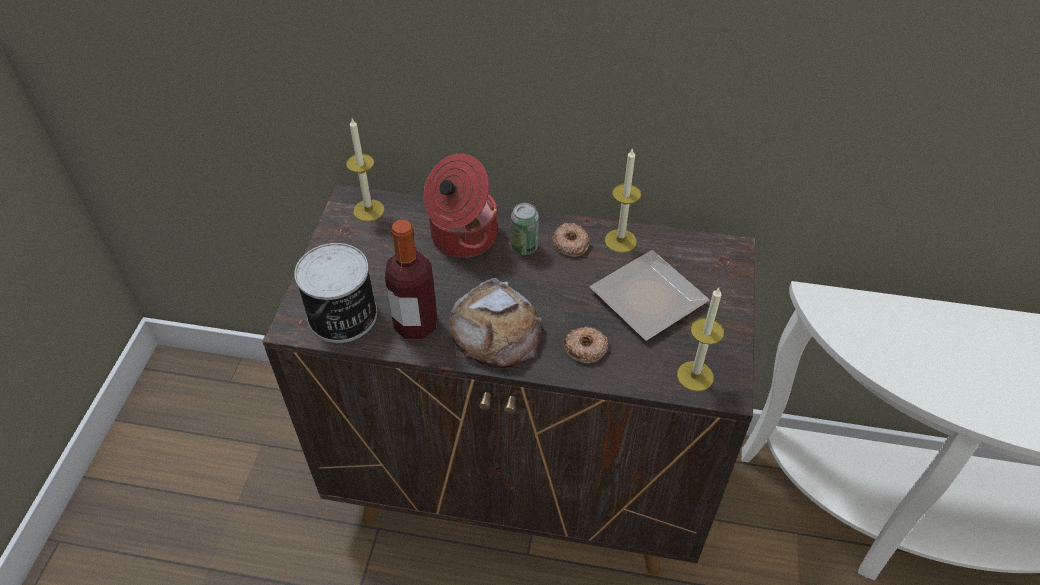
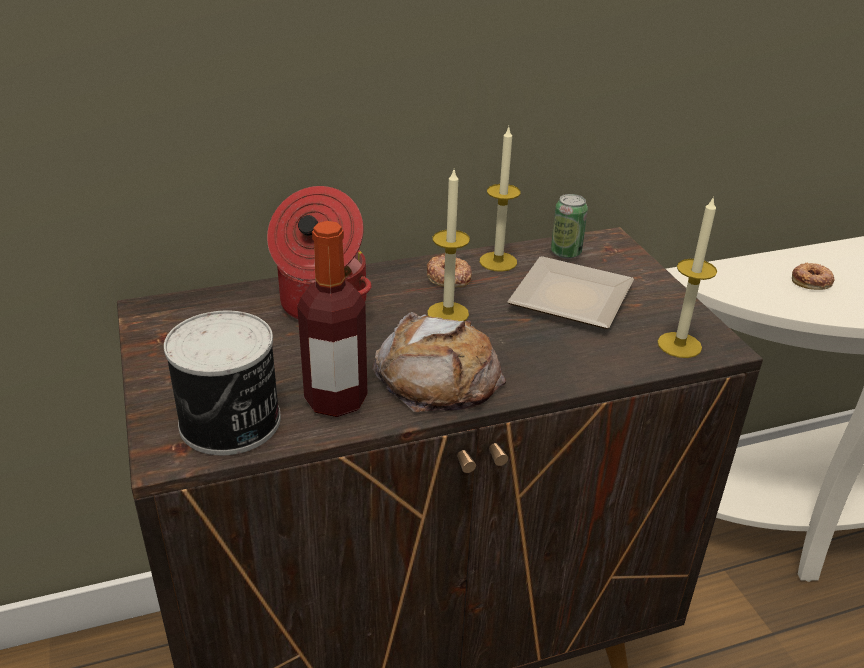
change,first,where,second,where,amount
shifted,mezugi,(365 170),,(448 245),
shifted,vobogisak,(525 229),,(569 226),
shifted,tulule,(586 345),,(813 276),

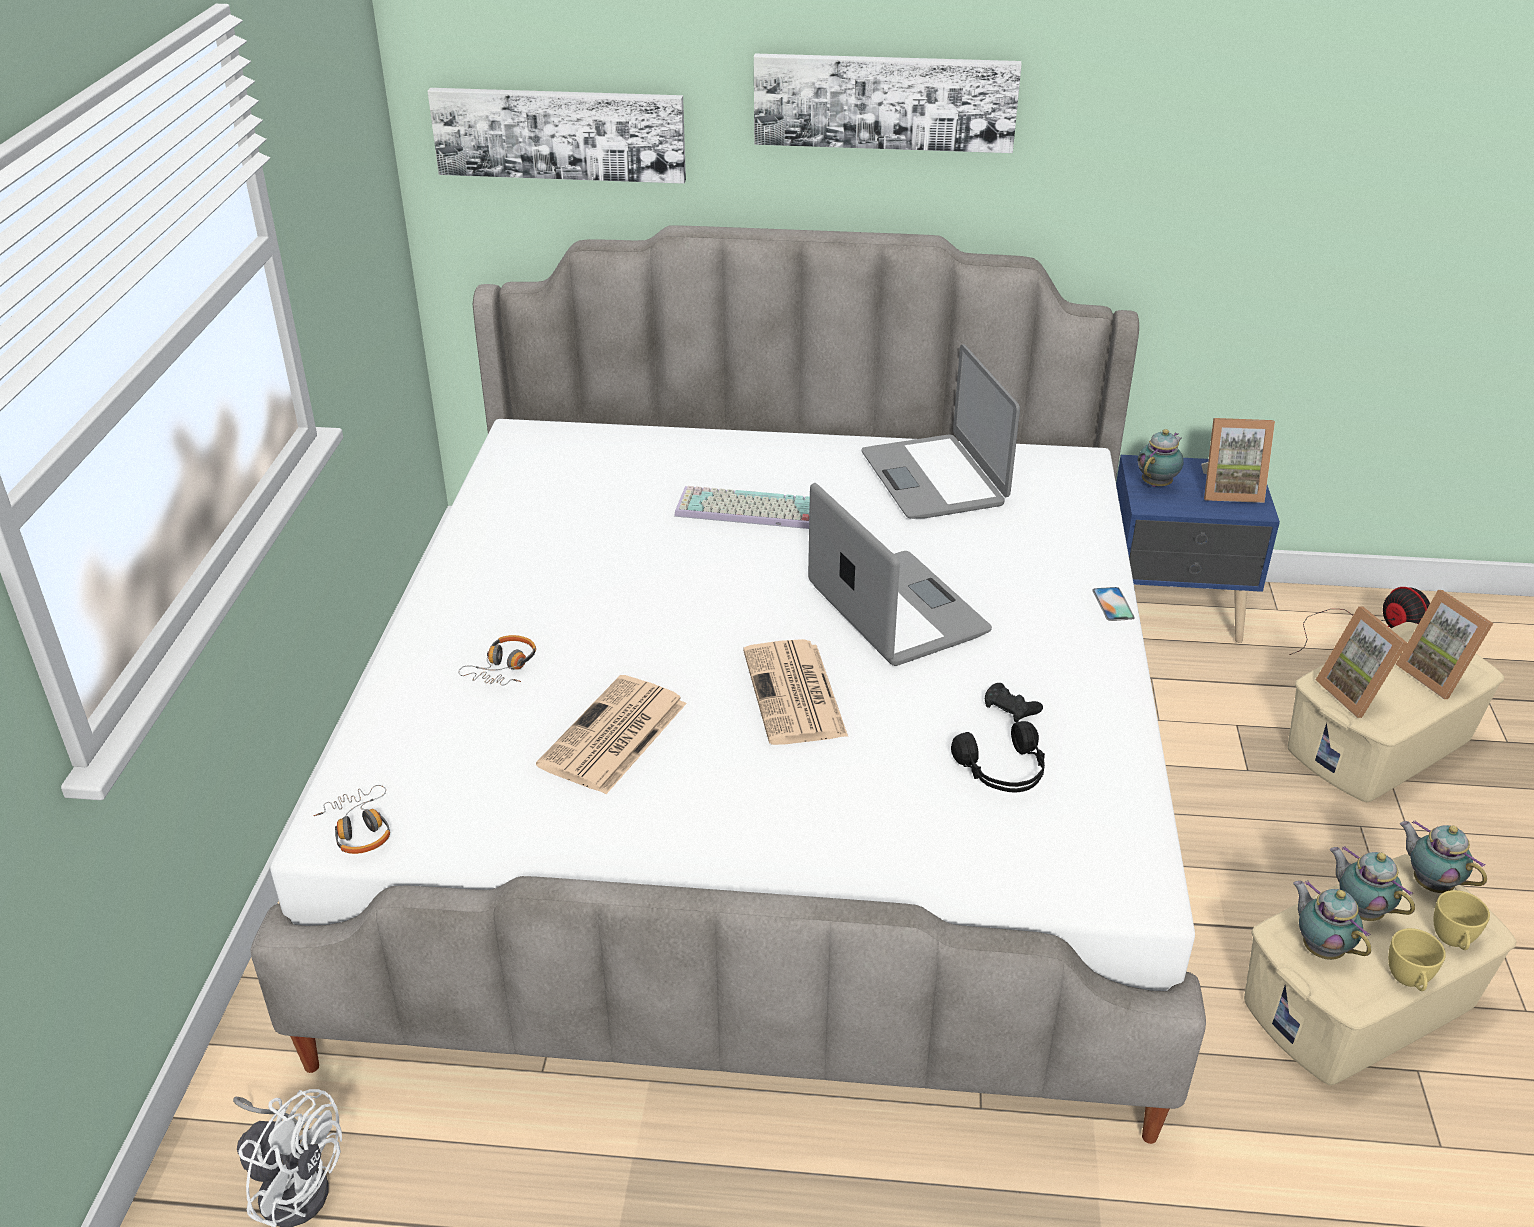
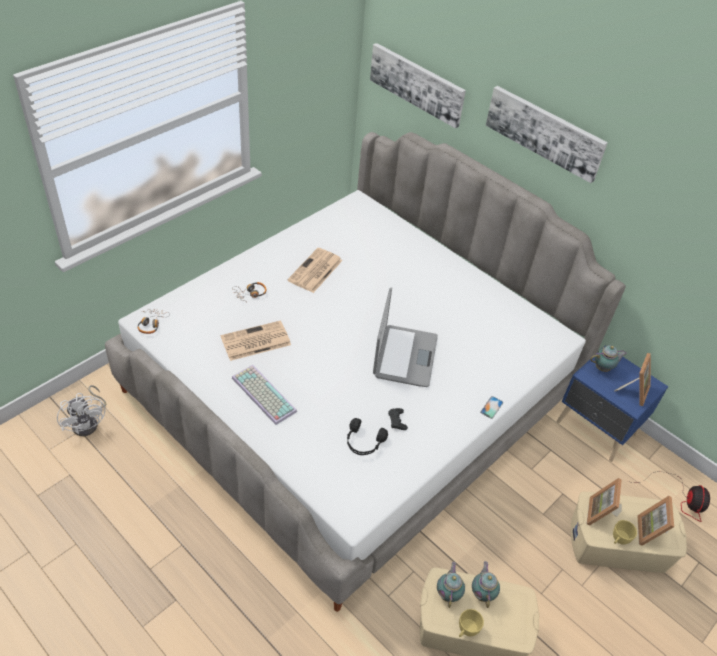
change,first,where,second,where,amount
gone,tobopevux,(940 432),,,
gone,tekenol,(1443 856),,,
shifted,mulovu,(742 507),,(264 395),
shifted,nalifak,(795 692),,(315 270),
shifted,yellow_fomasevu,(1462 920),,(625 532),
rotated,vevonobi,(1238 460),,(632 379),105 degrees counterclockwise

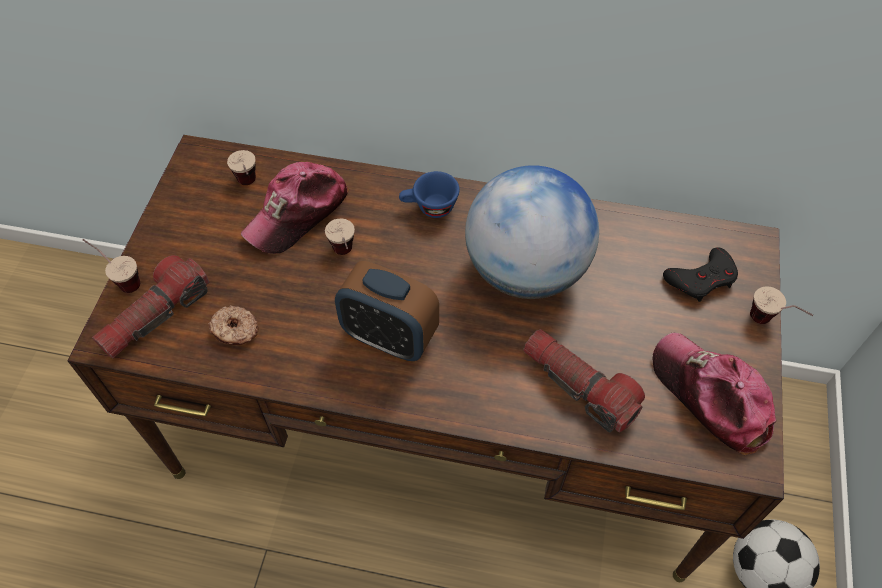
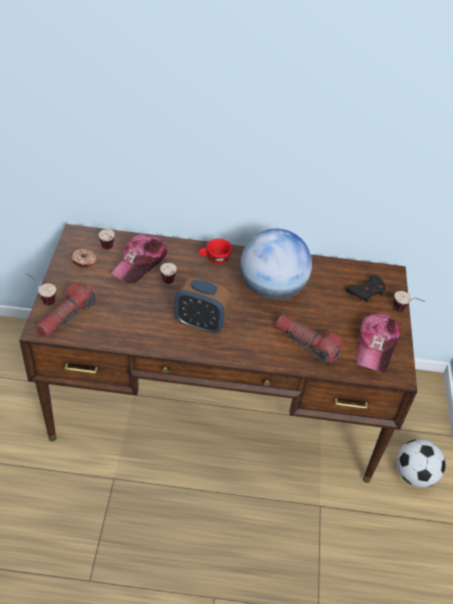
change,first,where,second,where,amount
shifted,tulule,(233 325),,(83 257),
repainted,blue_fomasevu,(429 194),red_fomasevu,(215 251),
rotated,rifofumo,(714 393),,(378 343),120 degrees counterclockwise

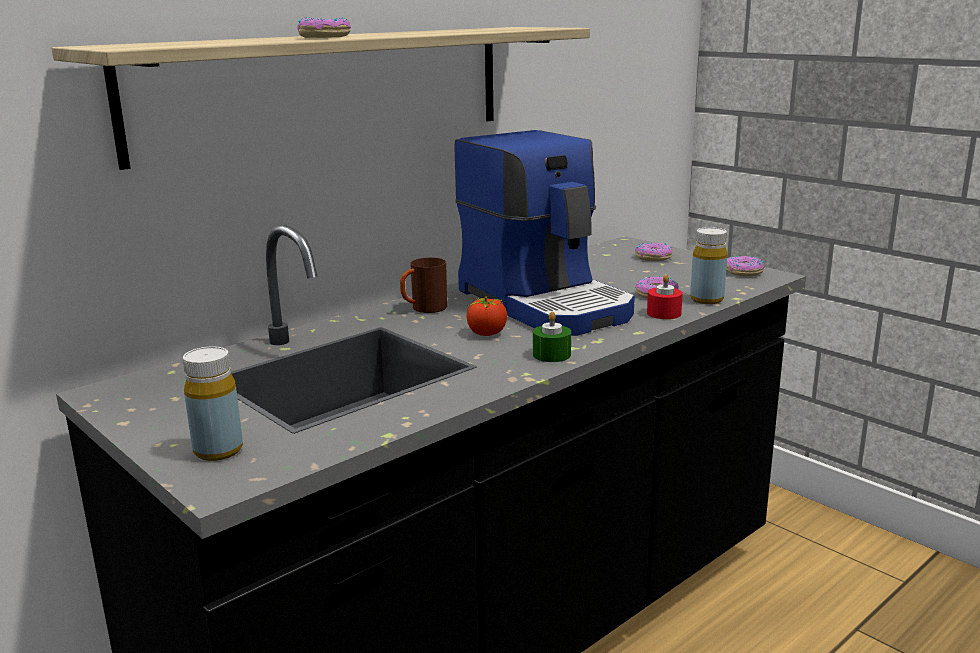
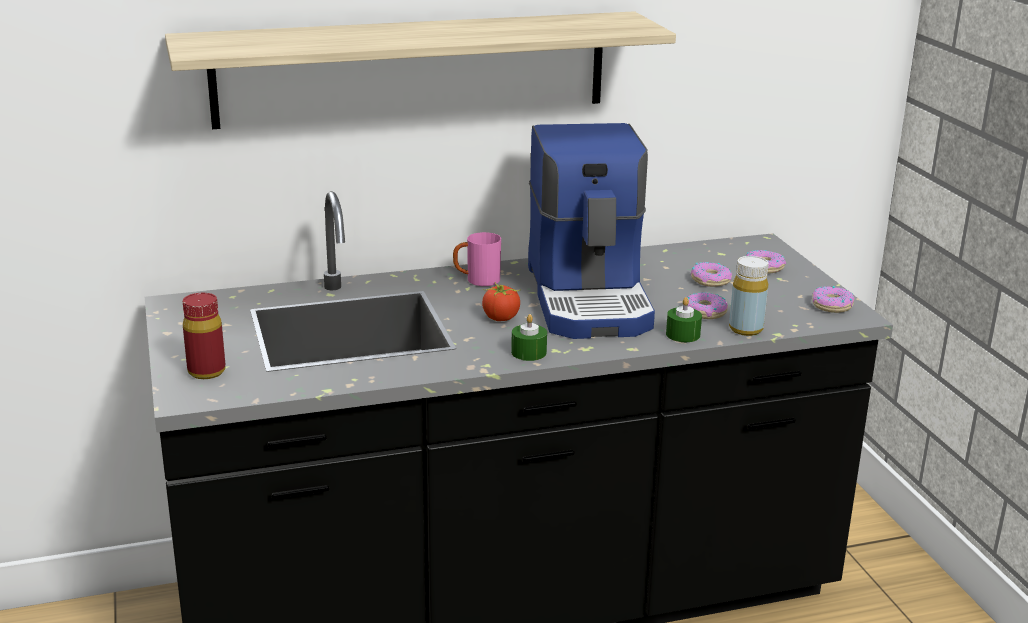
change,first,where,second,where,amount
shifted,tulule,(324 28),,(711 274),
repainted,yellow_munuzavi,(213 404),red_munuzavi,(204 336),
repainted,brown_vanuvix,(423 285),pink_vanuvix,(477 259),
repainted,red_mezugi,(665 296),green_mezugi,(684 319),

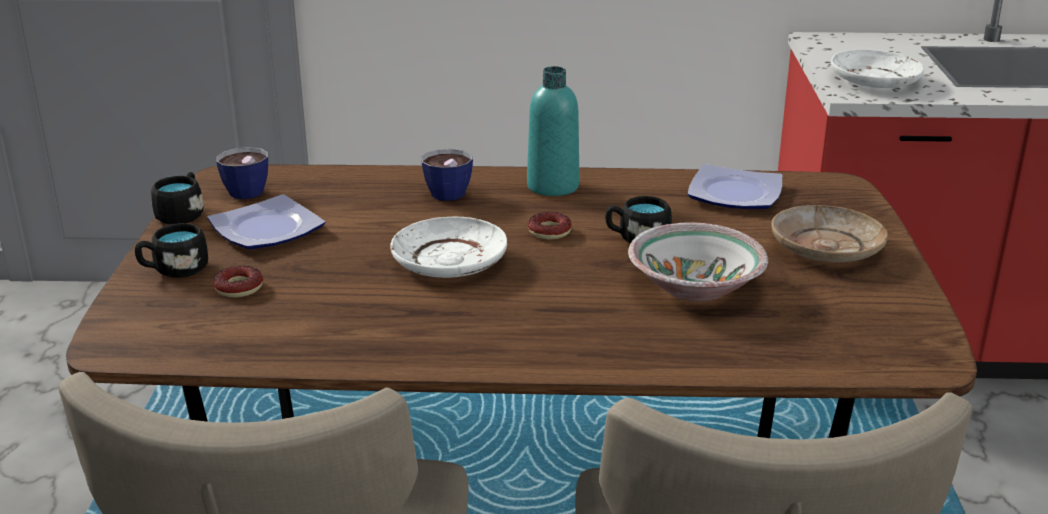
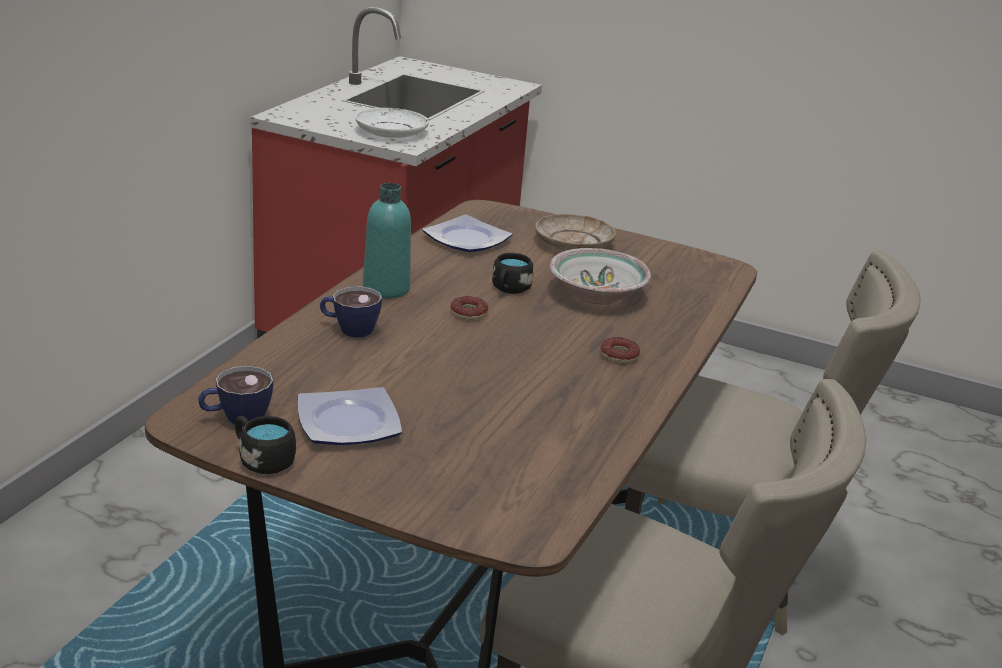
change,first,where,second,where,amount
gone,black_vanuvix,(171 250),,,
gone,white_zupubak,(449 247),,,
shifted,tulule,(238 281),,(620 350),

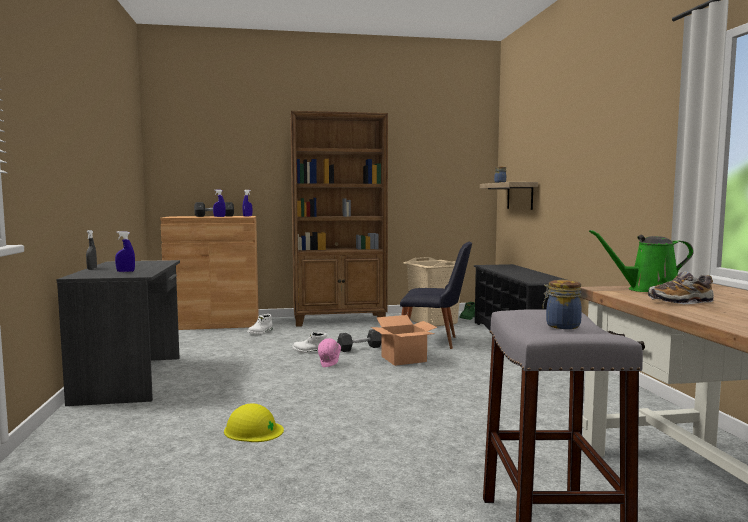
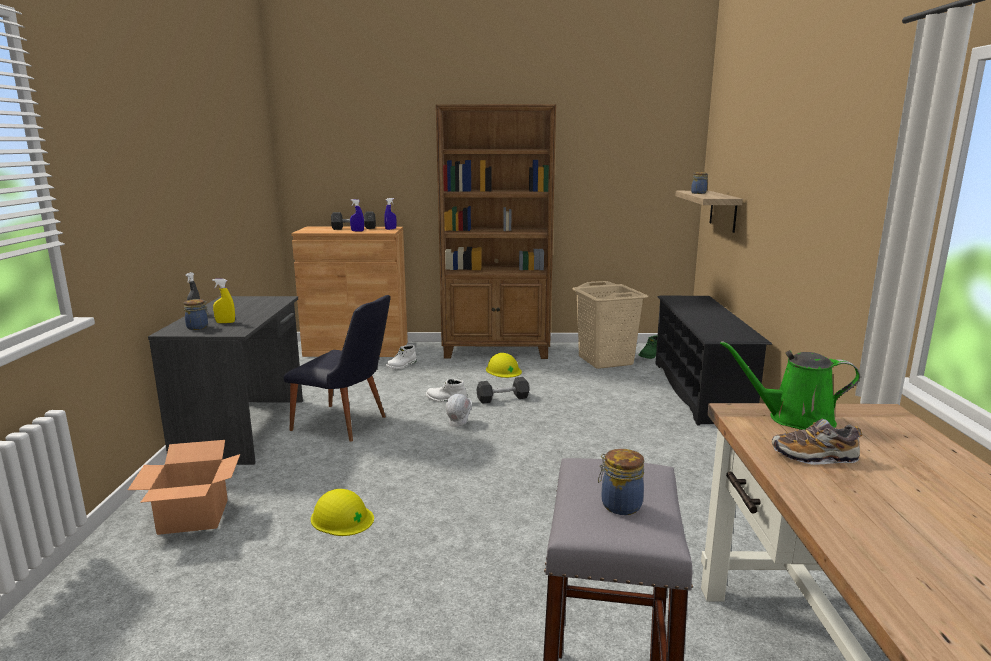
change,first,where,second,where,amount
new,,,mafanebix,(196 314),
new,,,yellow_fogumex,(504 365),
shifted,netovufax,(404 340),,(184 487),
shifted,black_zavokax,(436 295),,(337 368),
repainted,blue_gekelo,(125 251),yellow_gekelo,(223 301),
repainted,pink_fogumex,(329 352),white_fogumex,(459 410),

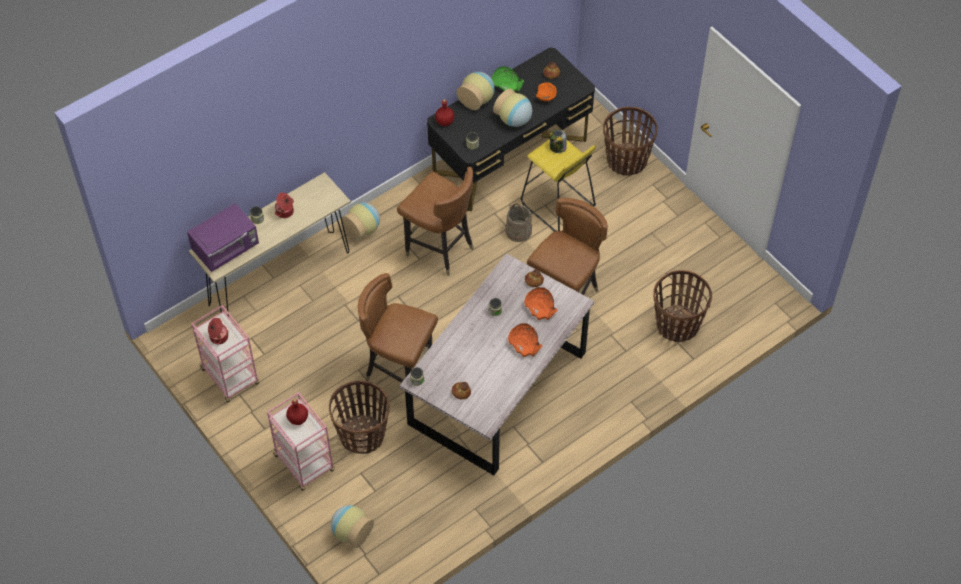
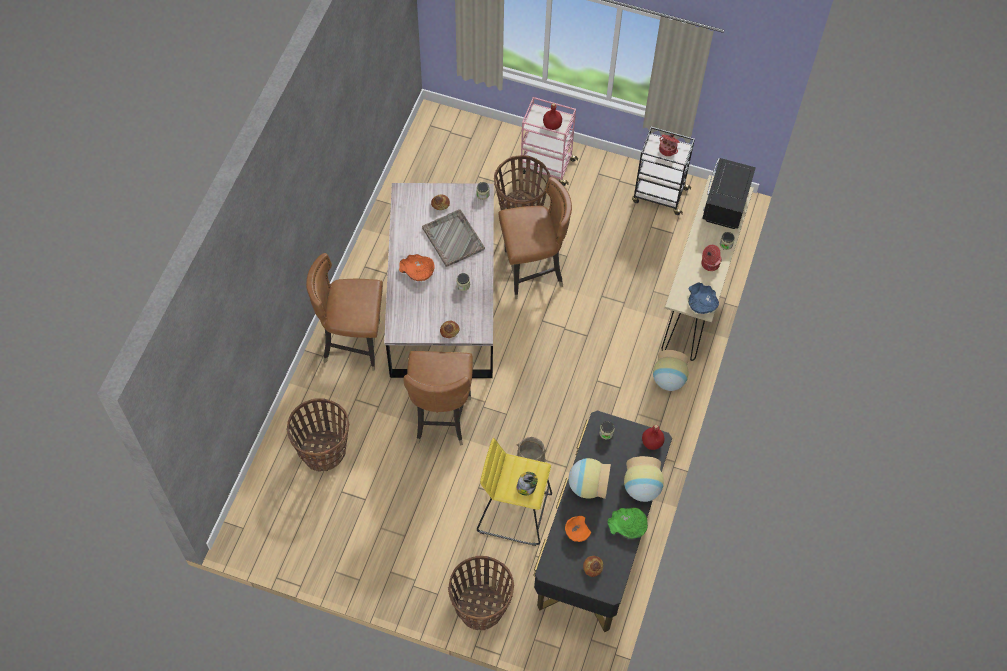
change,first,where,second,where,amount
gone,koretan,(352 526),,,
gone,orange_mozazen,(541 303),,,
new,,,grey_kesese,(453 238),
new,,,blue_mozazen,(703 298),
shifted,brown_zavokax,(435 221),,(344 312),
repainted,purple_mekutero,(223 237),black_mekutero,(729 193),
repainted,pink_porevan,(225 353),black_porevan,(663 171),

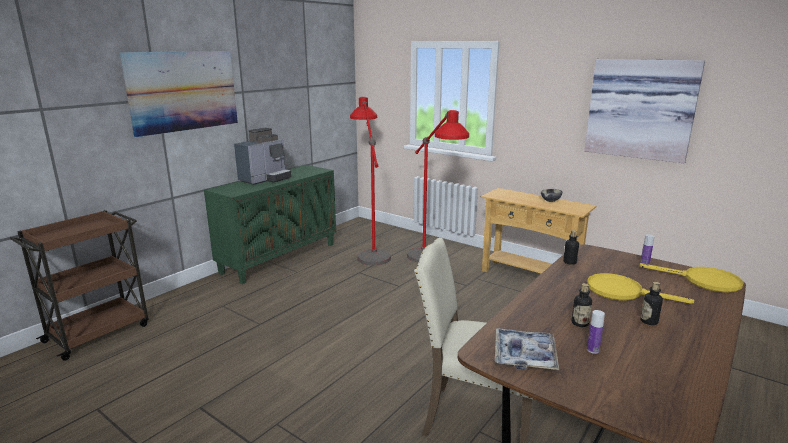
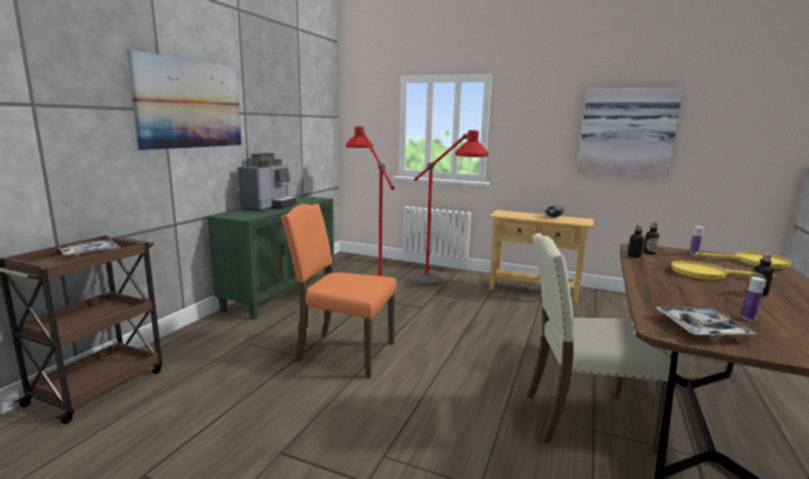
change,first,where,second,where,amount
new,,,kesese,(90 248),
new,,,orange_zavokax,(339 291),
shifted,munuzavi,(582 305),,(651 238),

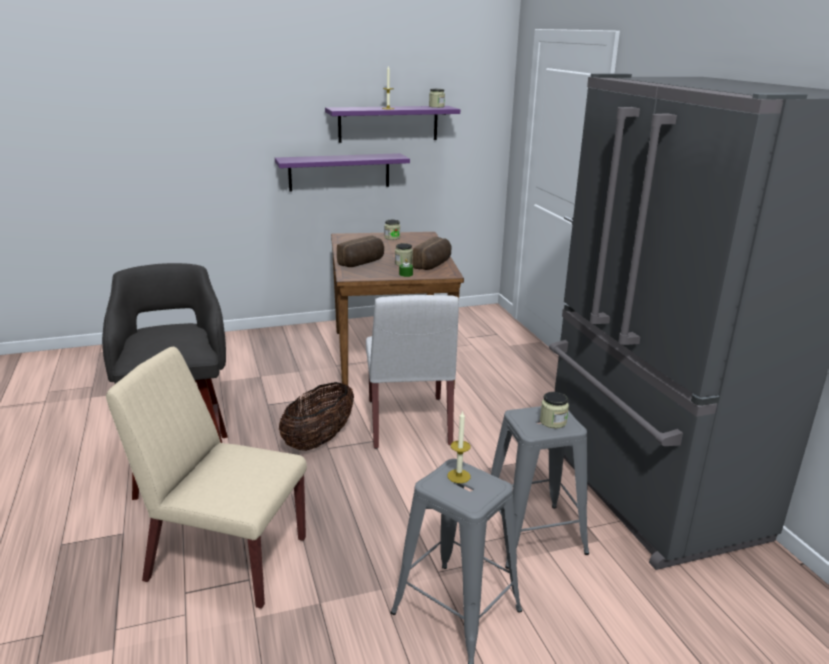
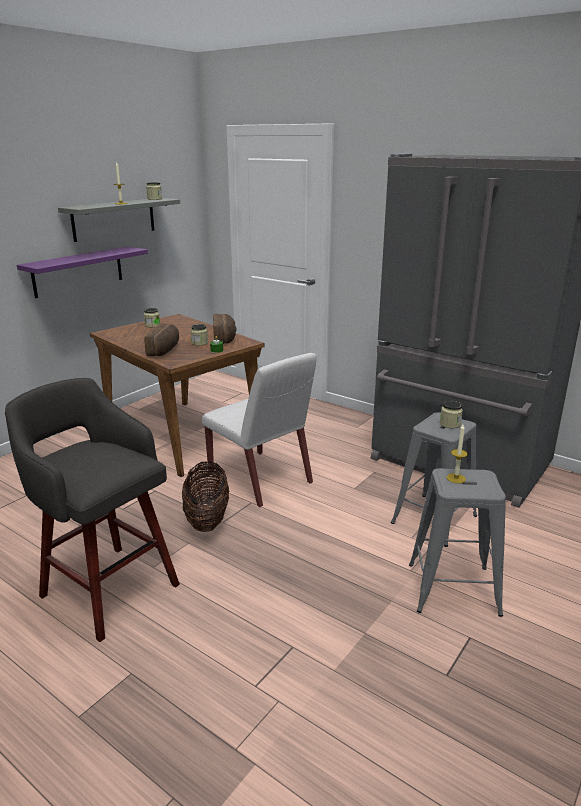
change,first,where,second,where,amount
gone,beige_zavokax,(206 478),,,
repainted,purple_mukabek,(392 124),grey_mukabek,(119 220),

